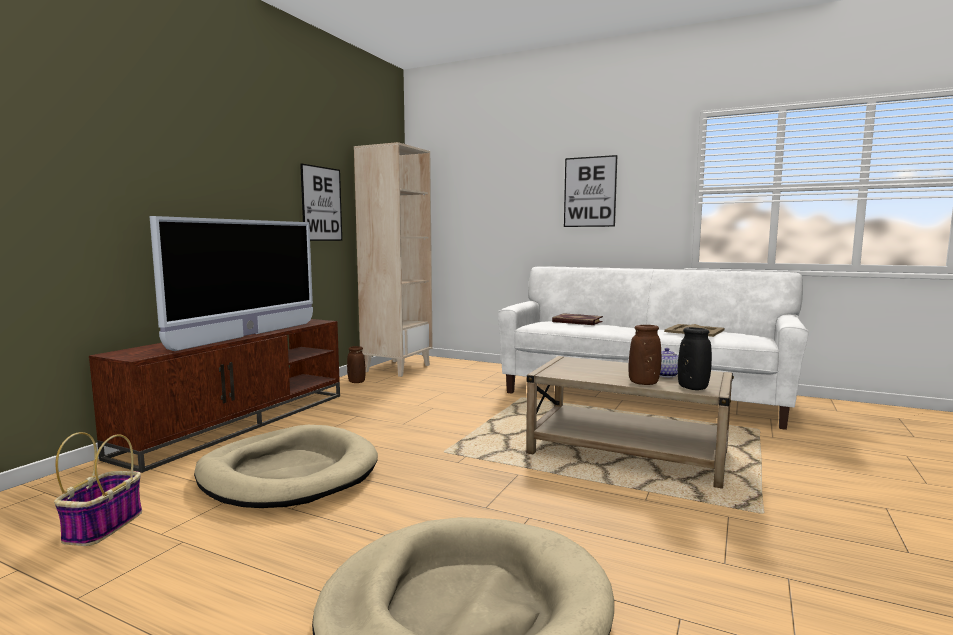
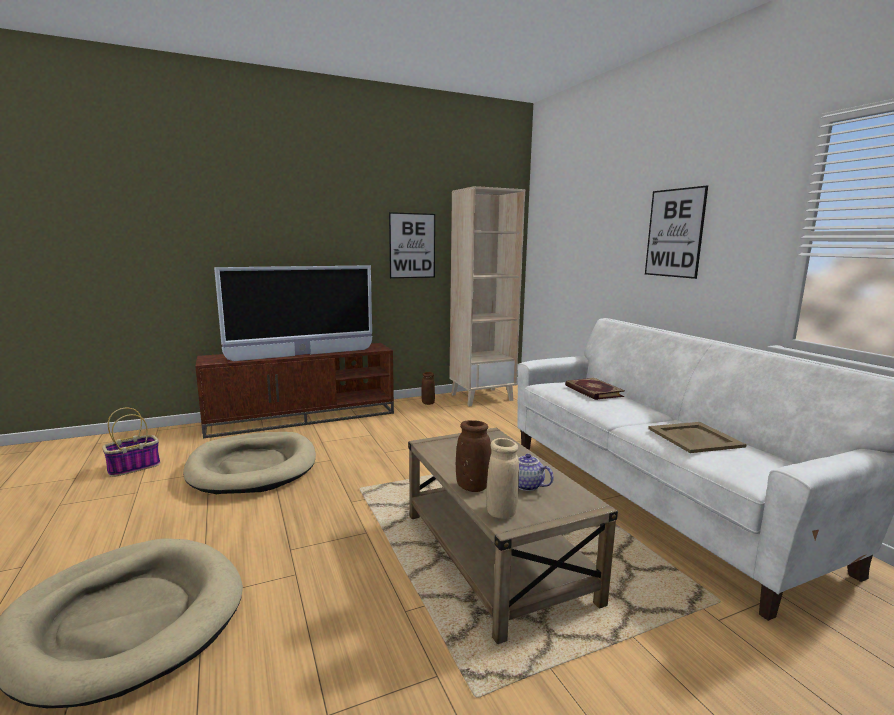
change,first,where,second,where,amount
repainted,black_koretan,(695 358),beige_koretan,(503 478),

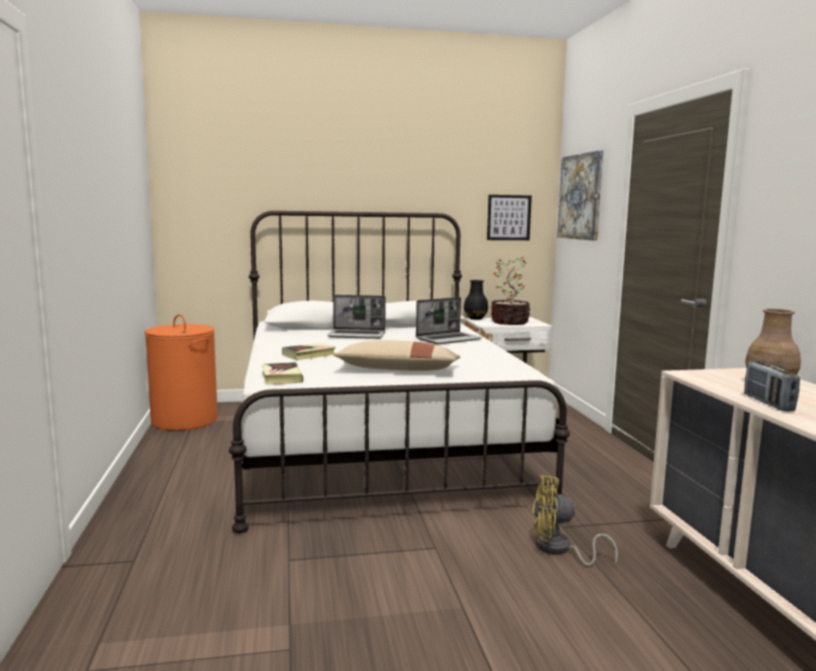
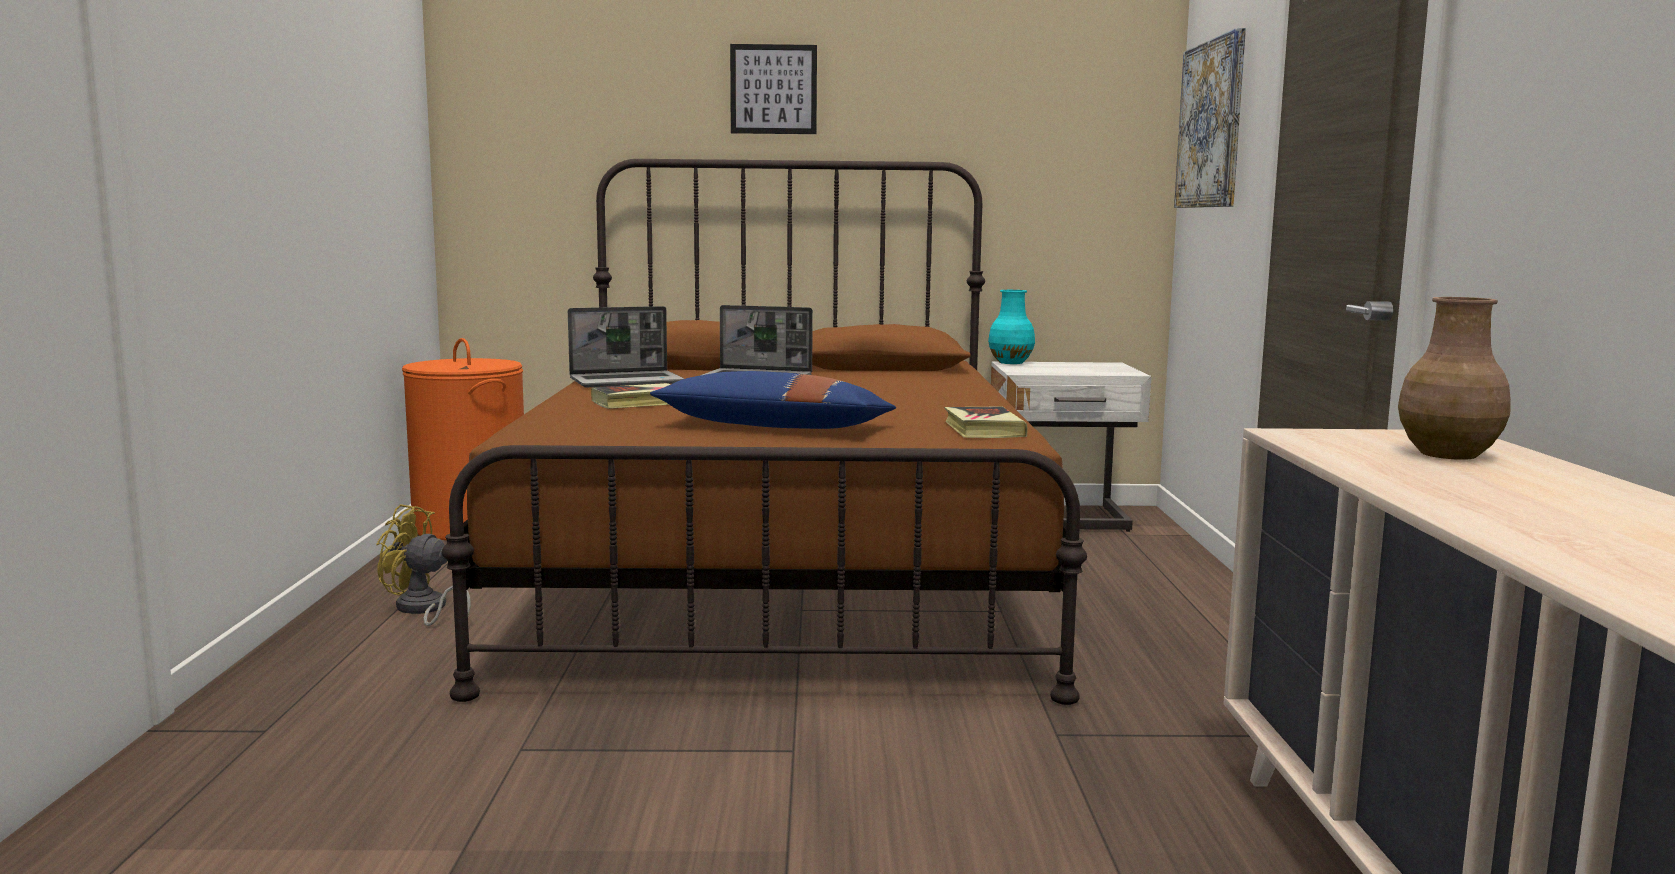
change,first,where,second,where,amount
gone,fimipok,(510 291),,,
gone,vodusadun,(772 386),,,
shifted,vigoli,(282 373),,(986 422),
shifted,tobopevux,(449 320),,(626 346),
shifted,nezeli,(509 217),,(773 89),
shifted,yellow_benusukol,(575 520),,(423 565),
repainted,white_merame,(399 372),brown_merame,(764 432),
repainted,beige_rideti,(396 355),blue_rideti,(773 400),
repainted,black_koretan,(476 300),turquoise_koretan,(1011 327),

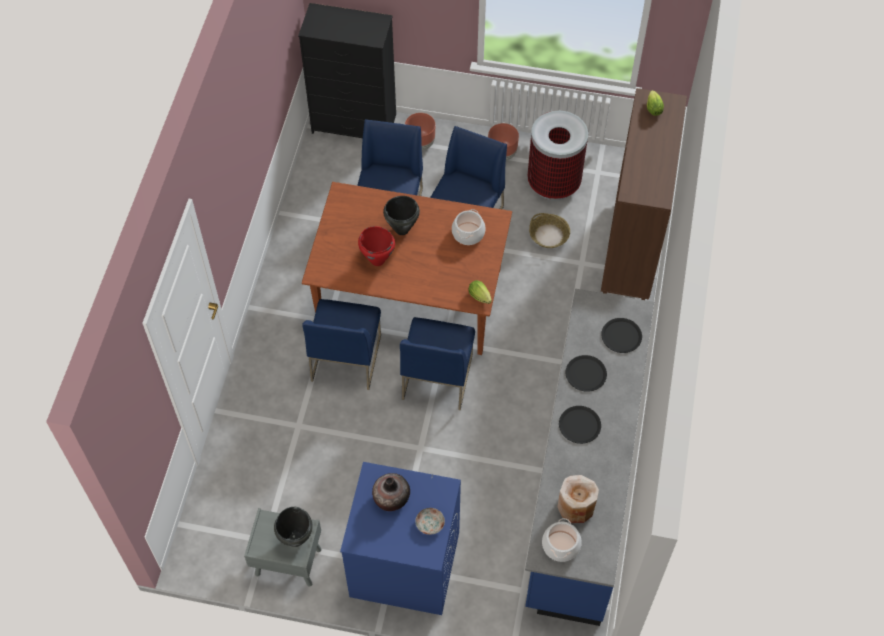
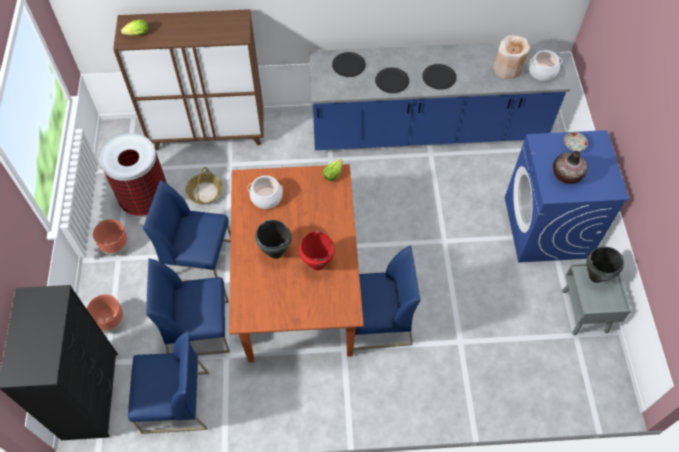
change,first,where,second,where,amount
shifted,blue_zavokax,(437 363),,(168 382),

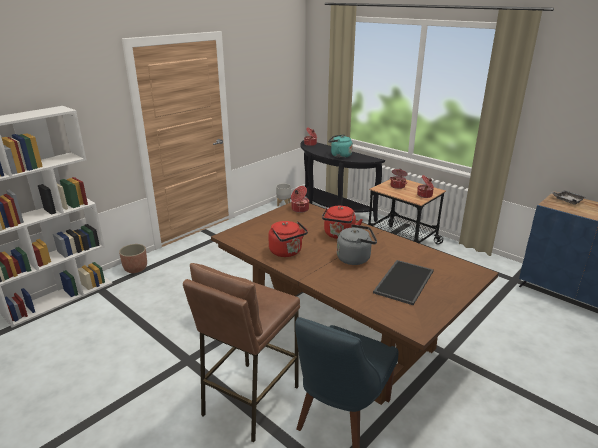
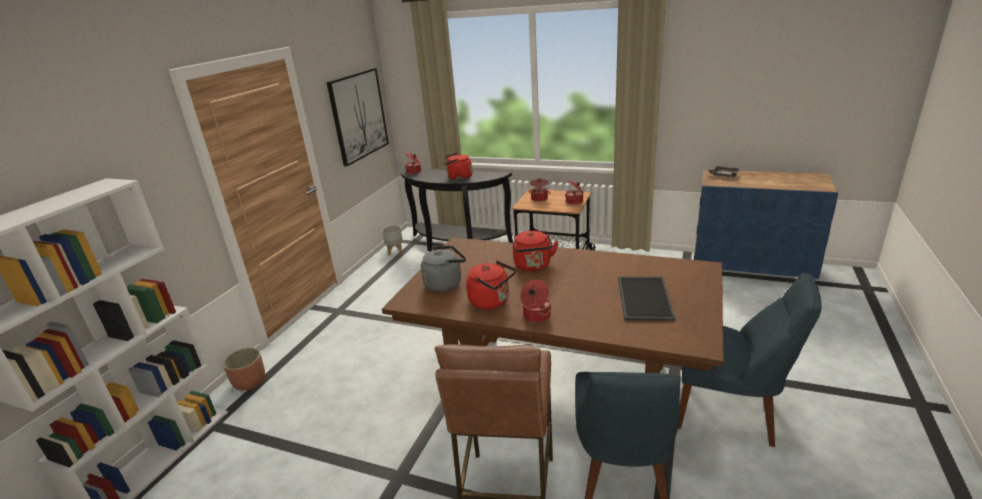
change,first,where,second,where,amount
new,,,nezeli,(357 117),
new,,,blue_zavokax,(750 359),
shifted,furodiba,(300 199),,(535 301),
shifted,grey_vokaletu,(357 244),,(443 269),
repainted,turquoise_vokaletu,(340 146),red_vokaletu,(458 166),

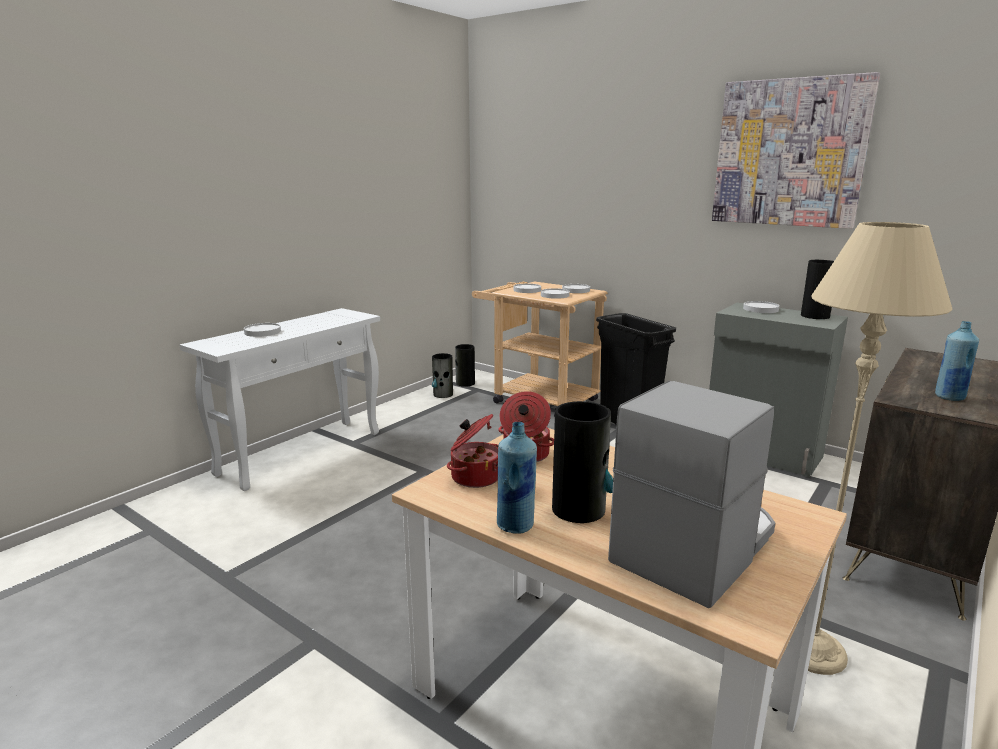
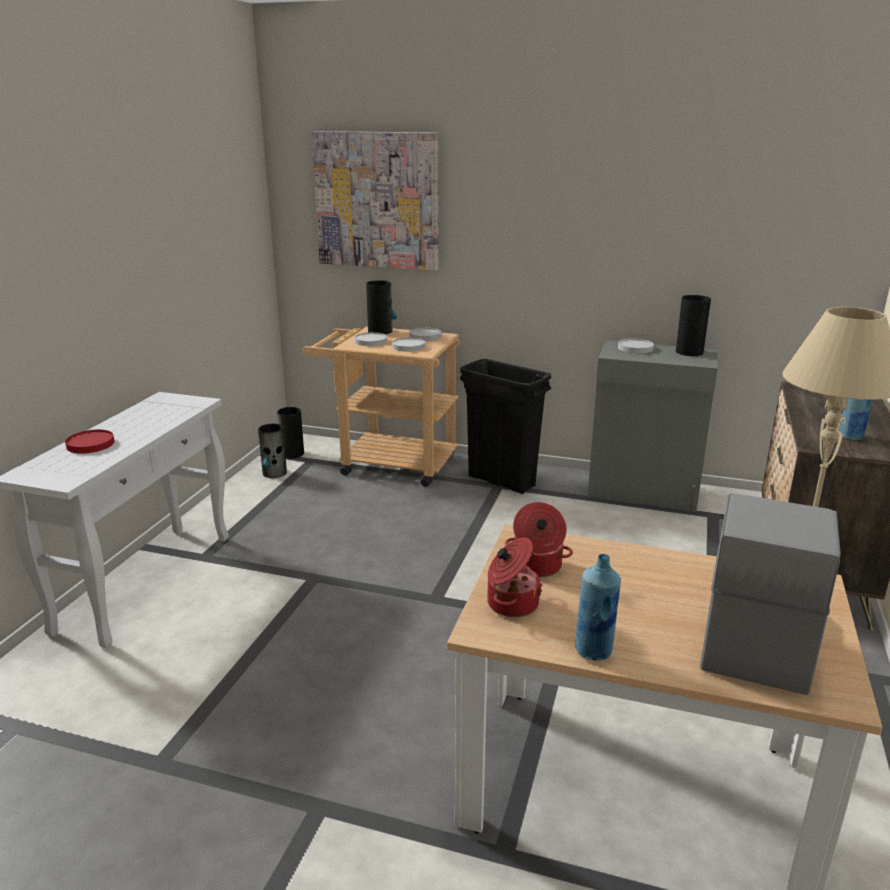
change,first,where,second,where,amount
shifted,koretan,(582 462),,(381 307),
shifted,nezeli,(796 150),,(375 201),
repainted,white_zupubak,(262 330),red_zupubak,(90 442),

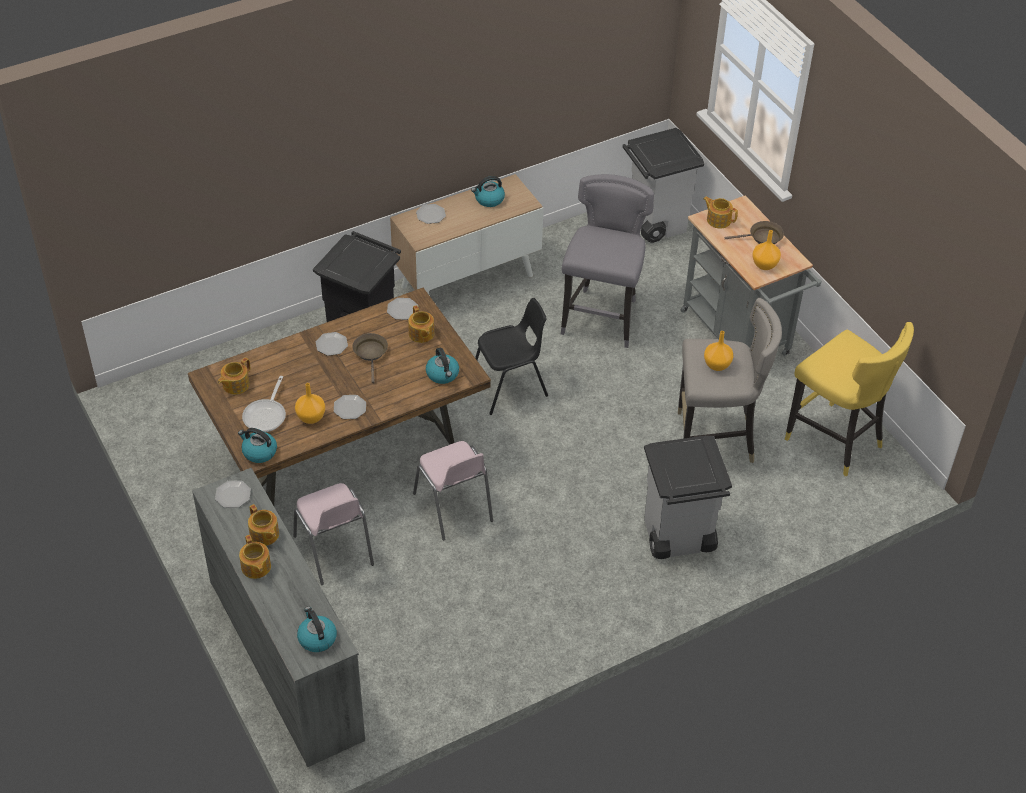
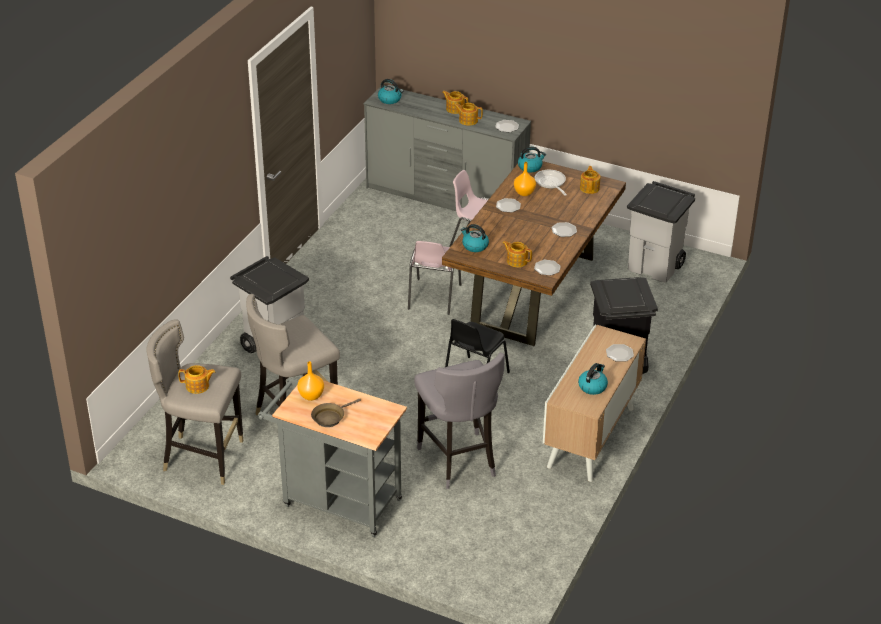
change,first,where,second,where,amount
gone,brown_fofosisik,(370 358),,,
gone,orange_koretan,(718 351),,,
shifted,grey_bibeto,(663 185),,(661 232),
shifted,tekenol,(720 212),,(196 379),
repainted,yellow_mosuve,(849 399),grey_mosuve,(195 402),
rotated,pink_zavokax,(453 491),,(434 278),105 degrees counterclockwise

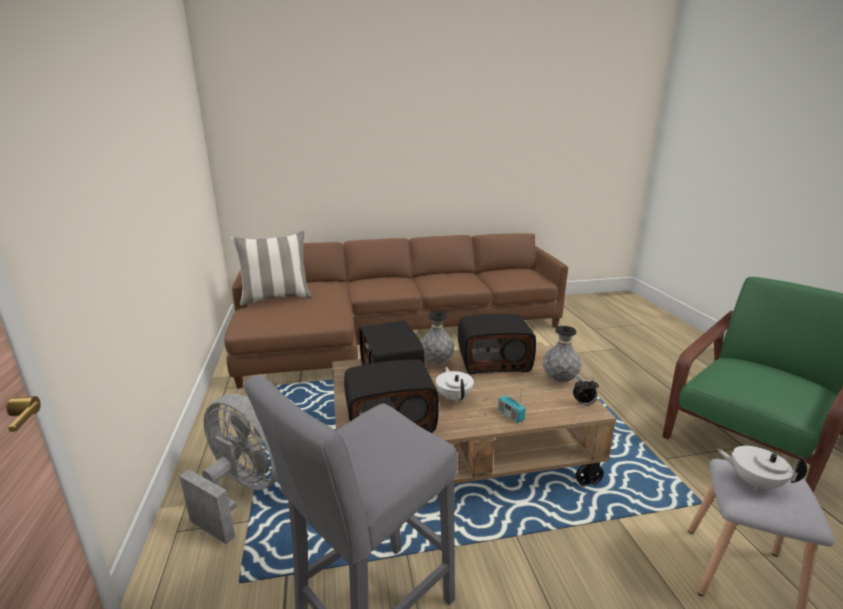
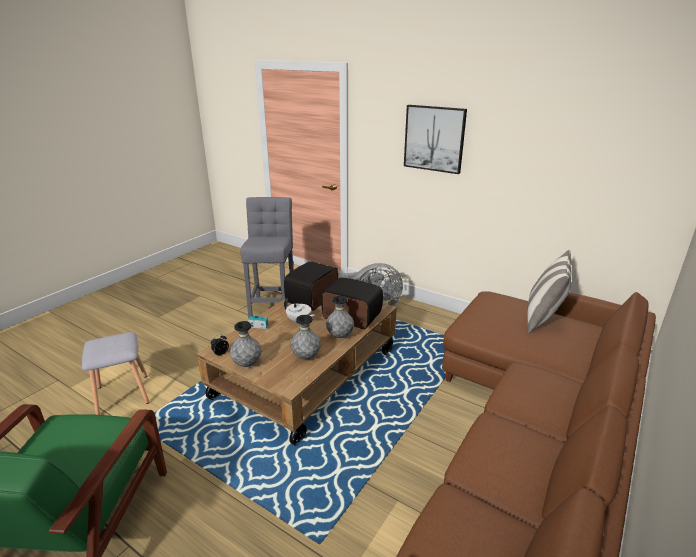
change,first,where,second,where,amount
gone,white_tekenol,(761 468),,,
new,,,nezeli,(435 139),
swapped,vodusadun,(497 344),grey_koretan,(305 337),

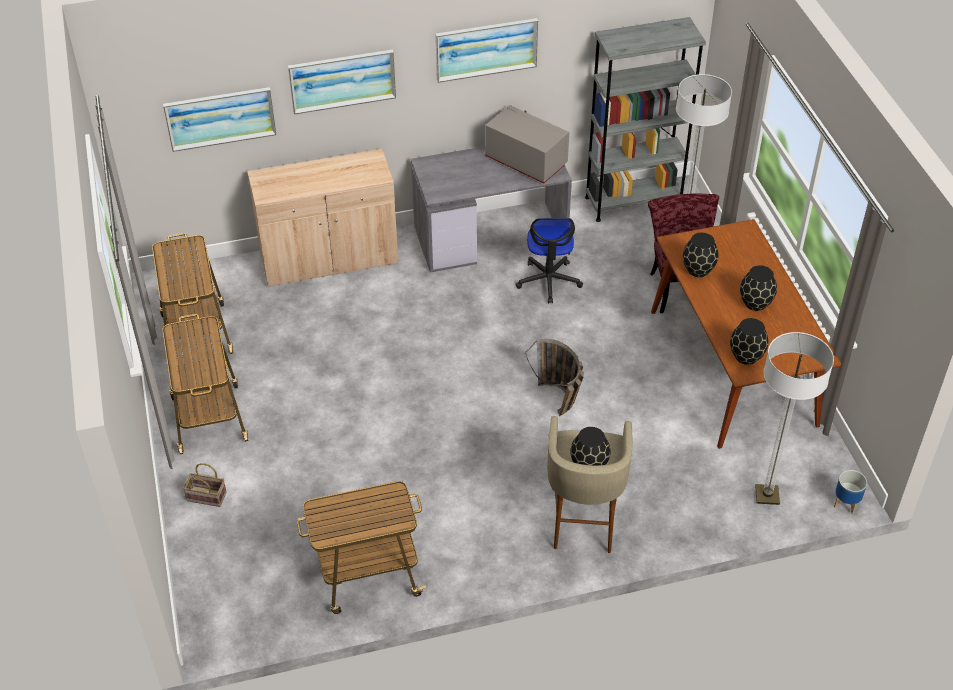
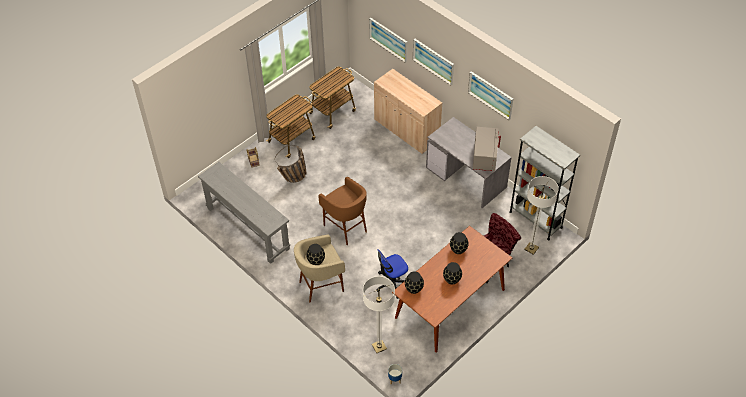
change,first,where,second,where,amount
new,,,brown_mosuve,(343 211),
shifted,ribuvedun,(549 260),,(392 274),
shifted,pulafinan,(554 377),,(290 164),
swapped,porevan,(362 547),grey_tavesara,(244 213),

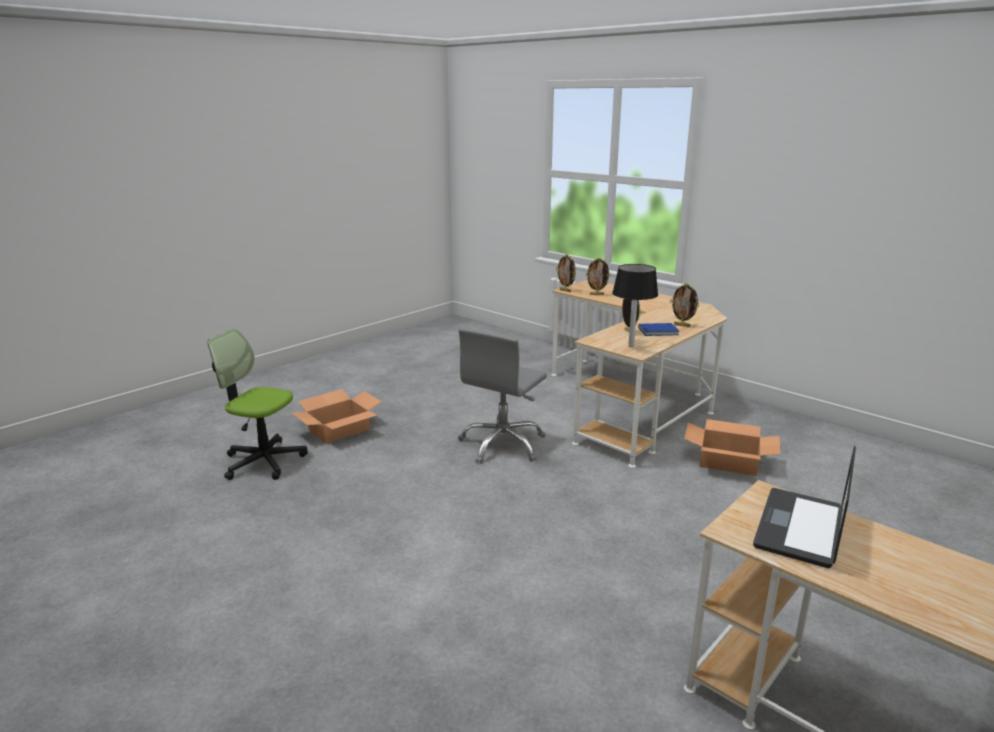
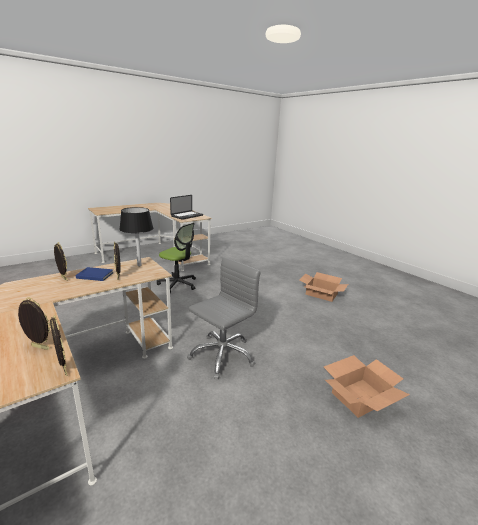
change,first,where,second,where,amount
shifted,ribuvedun,(258 404),,(176 258),
shifted,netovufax,(732 447),,(323 287),

